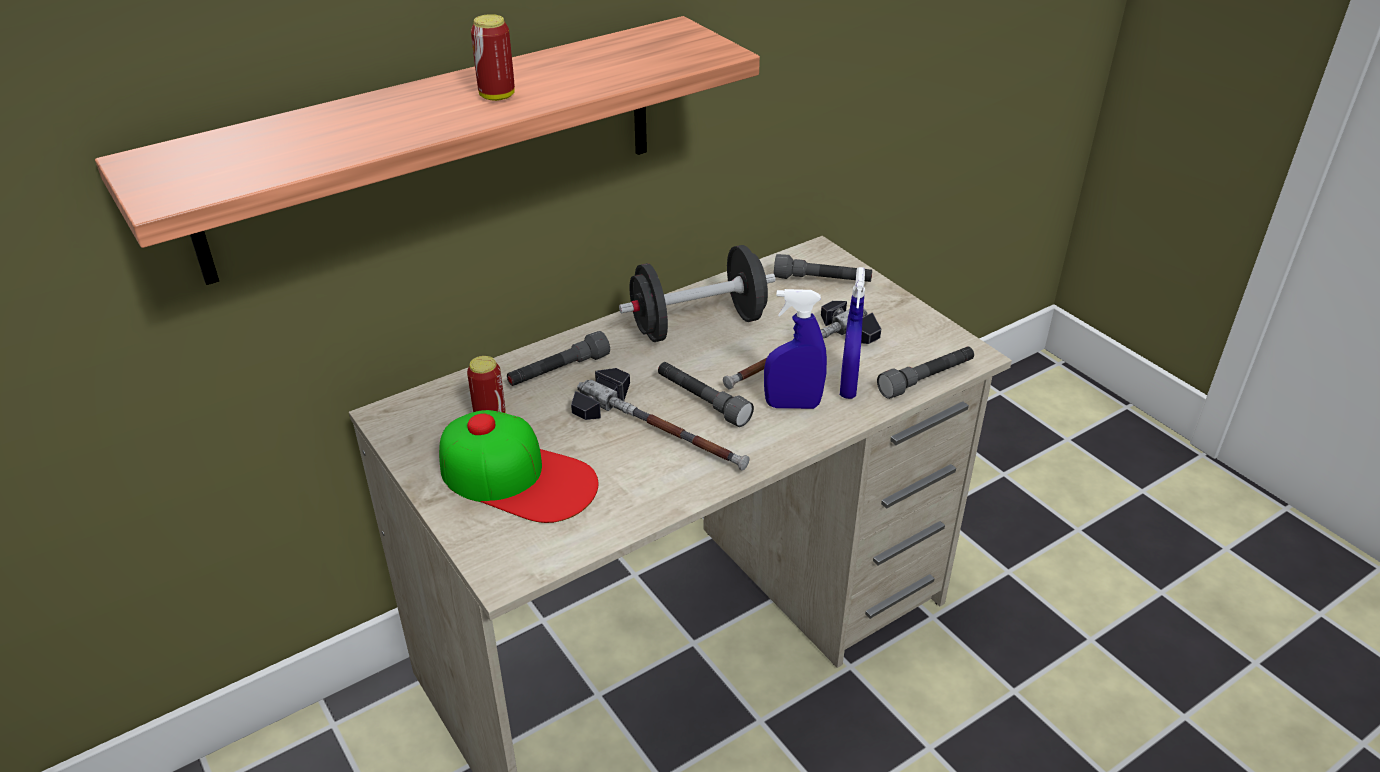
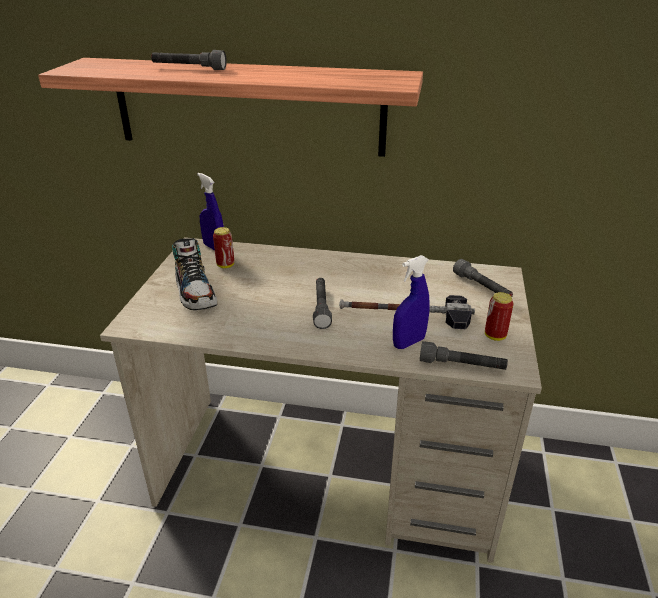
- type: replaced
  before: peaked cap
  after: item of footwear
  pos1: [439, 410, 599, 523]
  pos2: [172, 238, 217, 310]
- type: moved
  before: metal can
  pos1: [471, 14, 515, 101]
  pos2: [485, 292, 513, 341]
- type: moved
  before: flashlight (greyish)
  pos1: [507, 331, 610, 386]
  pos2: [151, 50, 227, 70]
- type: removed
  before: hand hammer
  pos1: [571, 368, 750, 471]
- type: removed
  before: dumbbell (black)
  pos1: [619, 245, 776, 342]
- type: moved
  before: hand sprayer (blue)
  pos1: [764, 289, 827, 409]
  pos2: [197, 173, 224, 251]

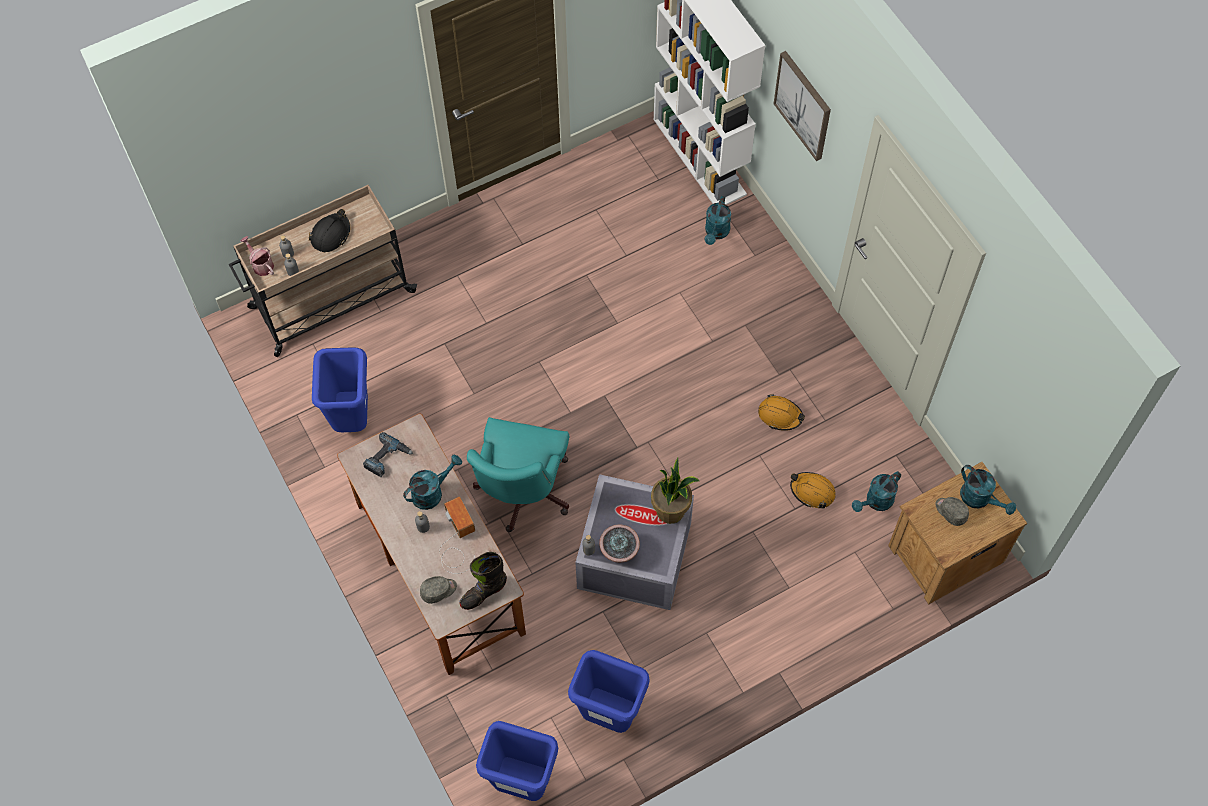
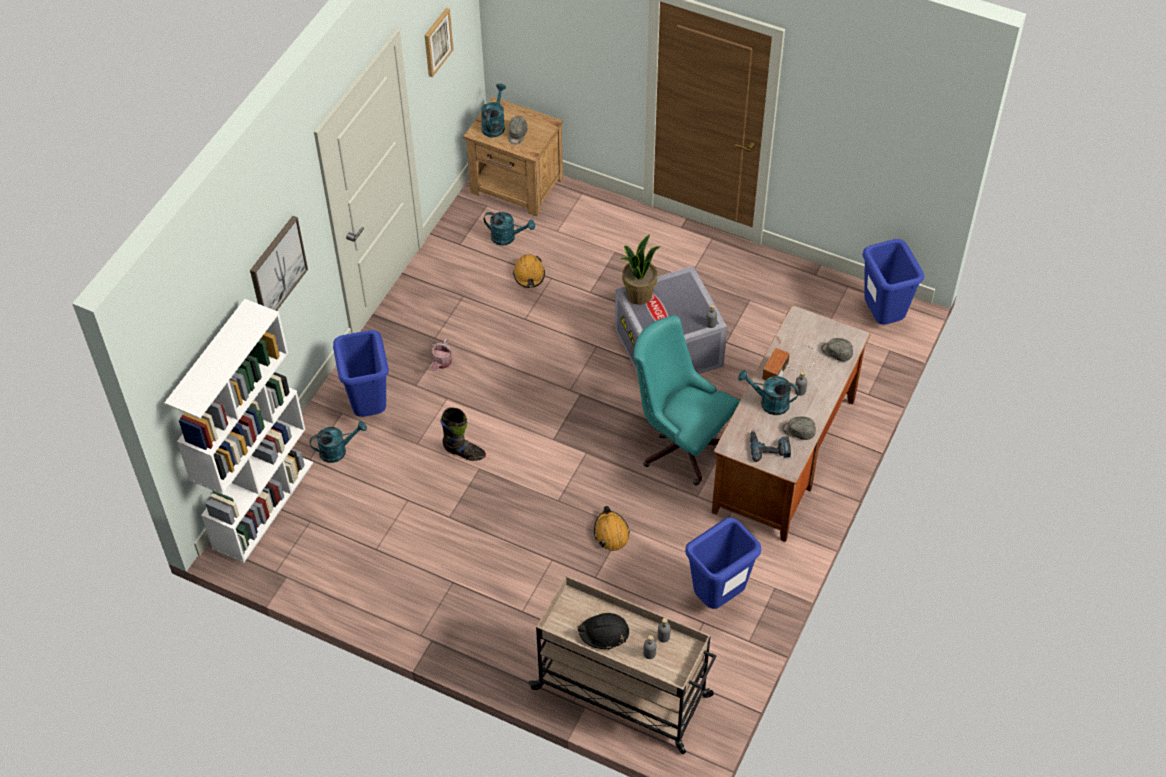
- type: moved
  before: watering can
  pos1: [240, 236, 274, 276]
  pos2: [431, 338, 452, 371]
- type: moved
  before: boot (black)
  pos1: [459, 552, 507, 610]
  pos2: [440, 407, 486, 461]
- type: turned
  before: office chair (turquoise)
  pos1: [467, 417, 569, 532]
  pos2: [633, 315, 740, 486]
  turn: -120
- type: moved
  before: rubbish bin (blue)
  pos1: [568, 650, 650, 733]
  pos2: [333, 330, 389, 417]
- type: removed
  before: plant in a pot
  pos1: [599, 525, 640, 563]
- type: moved
  before: hard hat (orange-coloured)
  pos1: [758, 394, 805, 431]
  pos2: [594, 506, 630, 551]
- type: added
  after: picture
  pos2: [425, 8, 454, 77]
- type: added
  after: peaked cap (greyish)
  pos2: [782, 416, 816, 440]

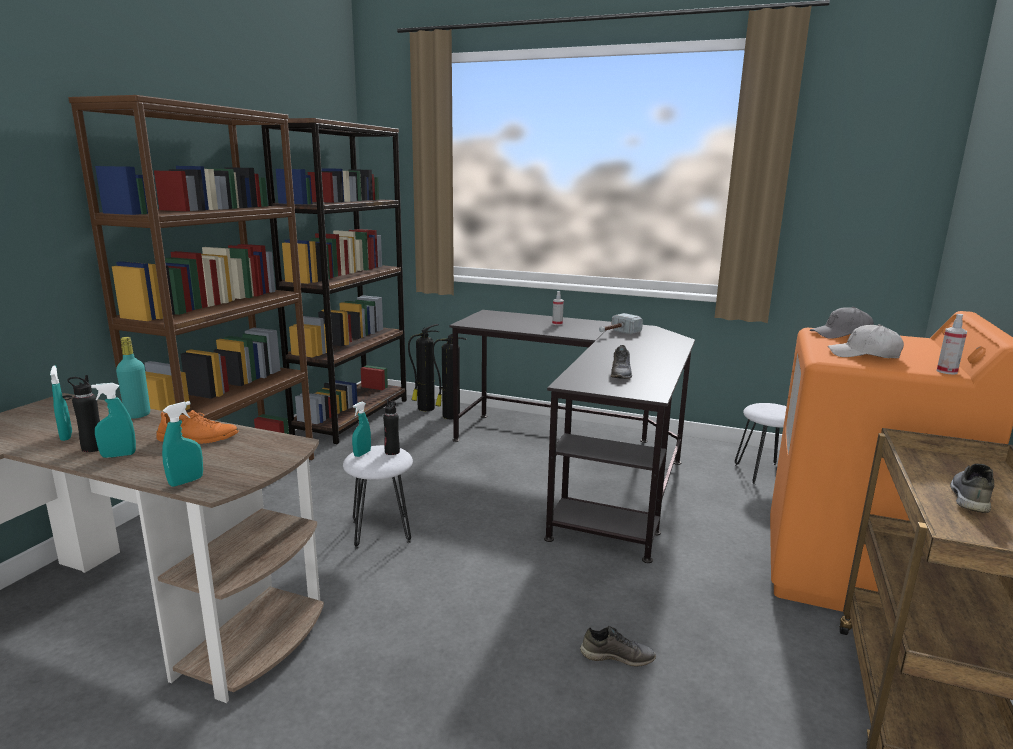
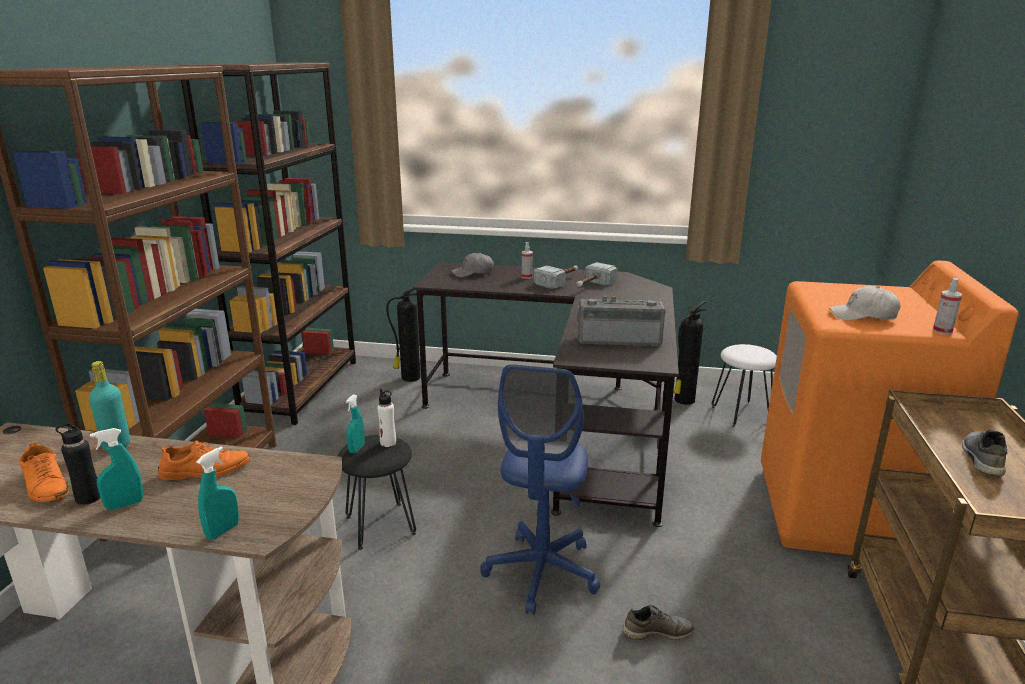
- type: replaced
  before: hand sprayer (turquoise)
  after: item of footwear (orange-coloured)
  pos1: [50, 365, 72, 441]
  pos2: [19, 442, 69, 502]
- type: recoloured
  before: sitting stool (white)
  after: sitting stool (black)
  pos1: [343, 445, 413, 549]
  pos2: [338, 435, 416, 550]
- type: recoloured
  before: beverage bottle (black)
  after: beverage bottle (white)
  pos1: [383, 399, 400, 455]
  pos2: [377, 389, 396, 447]
- type: moved
  before: extinguisher
  pos1: [408, 324, 439, 411]
  pos2: [673, 301, 707, 405]
- type: replaced
  before: item of footwear (greyish)
  after: radio set
  pos1: [611, 345, 632, 379]
  pos2: [577, 296, 666, 346]
- type: moved
  before: peaked cap (greyish)
  pos1: [810, 307, 874, 339]
  pos2: [452, 252, 494, 277]
- type: added
  after: office chair (blue)
  pos2: [480, 364, 600, 615]
- type: added
  after: hand hammer
  pos2: [534, 265, 578, 289]

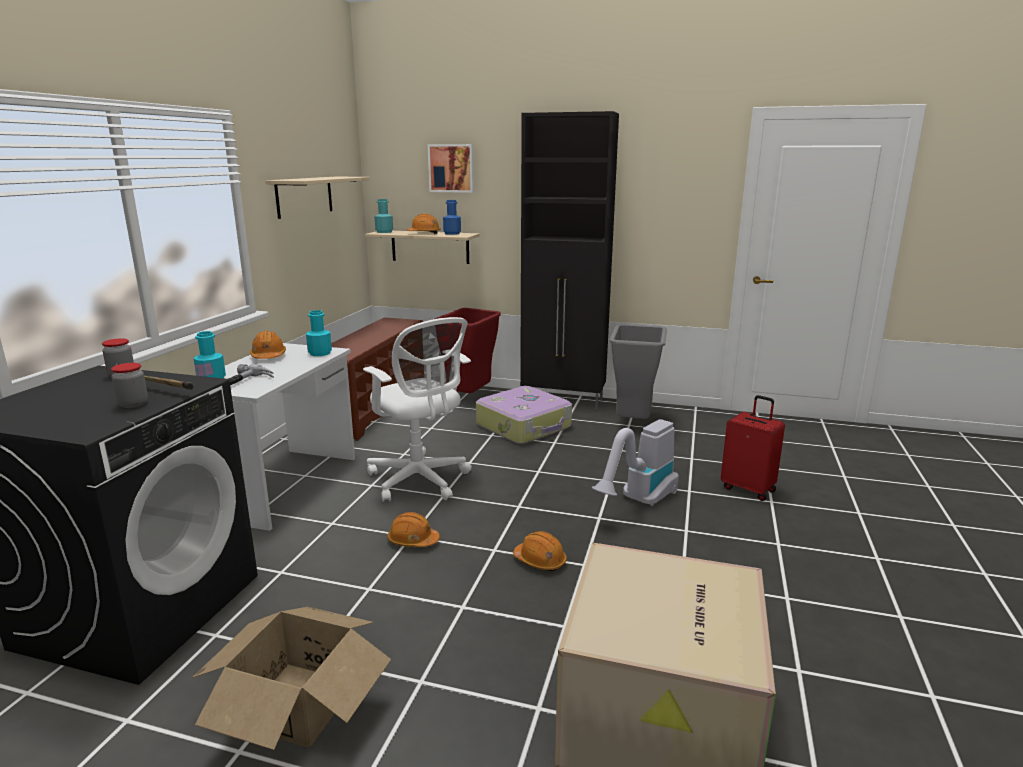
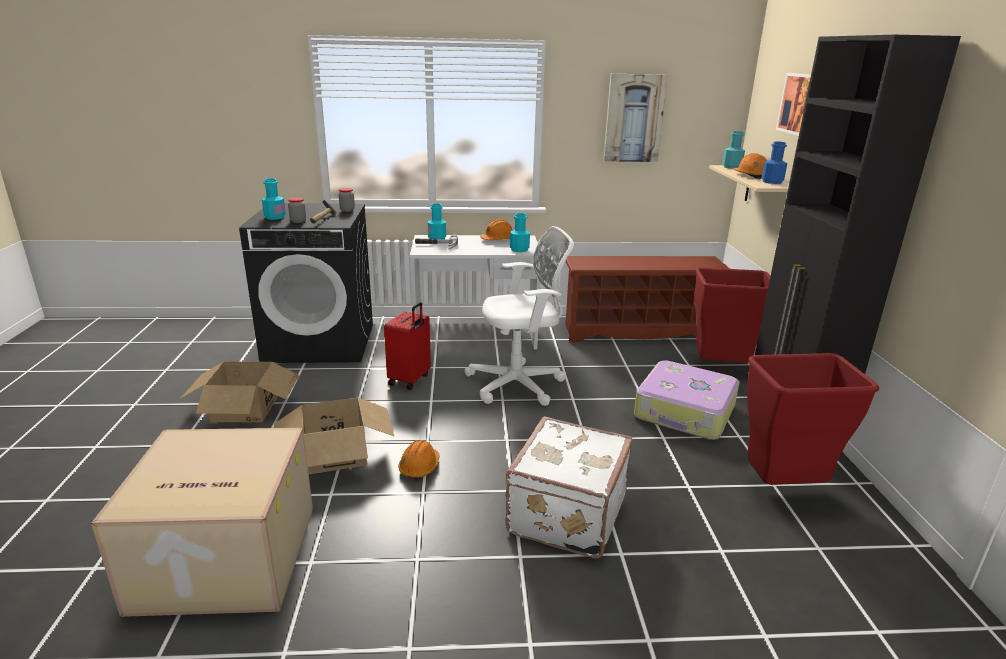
- type: replaced
  before: wall shelf (beige-coloured)
  after: picture
  pos1: [265, 177, 370, 219]
  pos2: [603, 74, 668, 162]
- type: turned
  before: office chair (white)
  pos1: [363, 317, 472, 502]
  pos2: [464, 226, 574, 406]
  turn: -135
- type: removed
  before: hard hat (orange-coloured)
  pos1: [387, 512, 440, 547]
- type: replaced
  before: hoover
  after: suitcase (white)
  pos1: [592, 419, 679, 506]
  pos2: [506, 416, 633, 559]
- type: recoloured
  before: rubbish bin (greyish)
  after: rubbish bin (red)
  pos1: [609, 324, 667, 419]
  pos2: [747, 353, 879, 485]
- type: moved
  before: suitcase (red)
  pos1: [721, 395, 785, 501]
  pos2: [384, 302, 431, 390]
- type: added
  after: beverage bottle (turquoise)
  pos2: [262, 178, 286, 220]
- type: added
  after: cardboard box
  pos2: [274, 398, 394, 475]

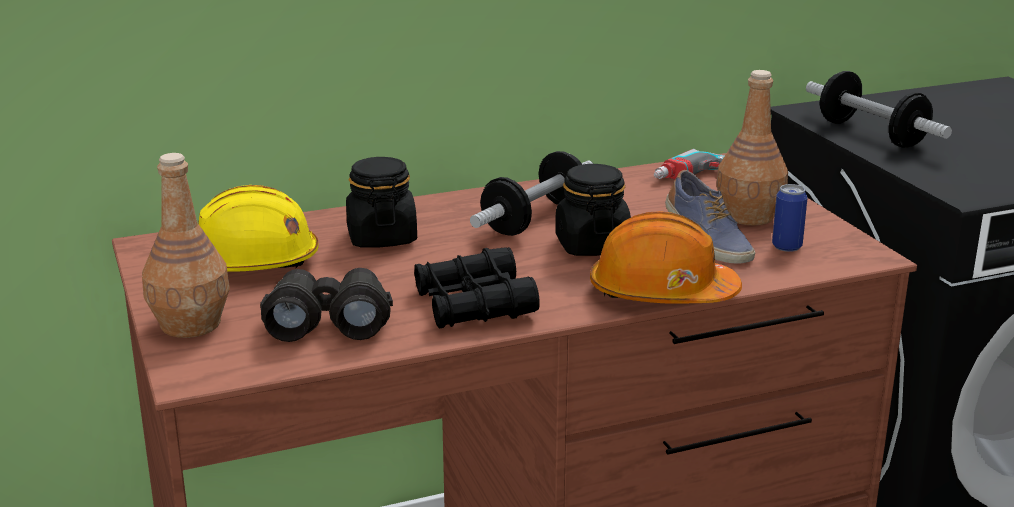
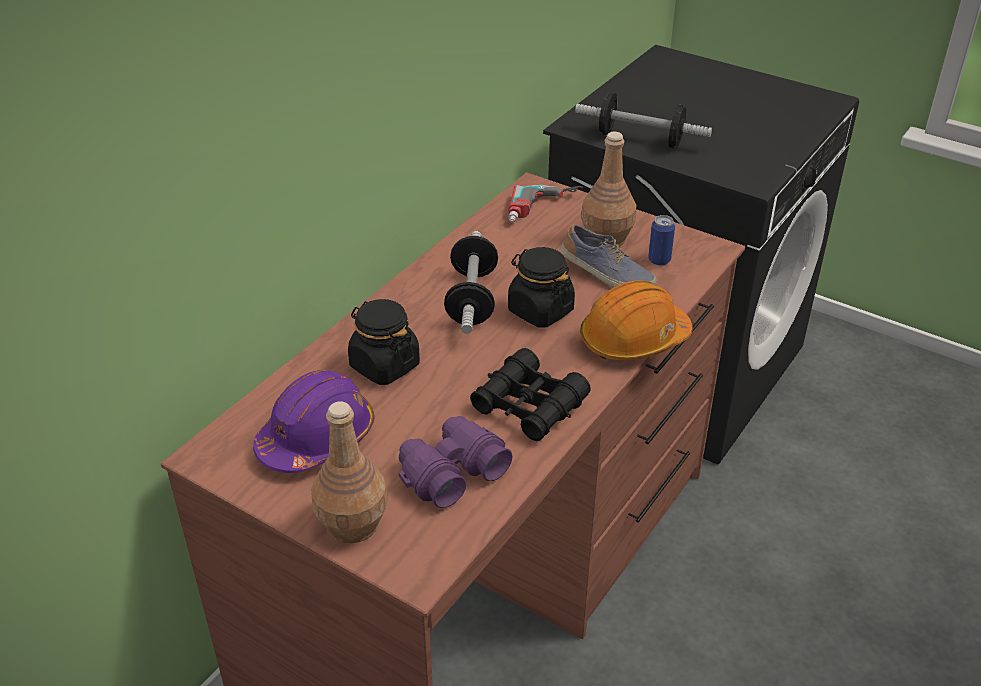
- type: recoloured
  before: hard hat (yellow-coloured)
  after: hard hat (purple)
  pos1: [198, 185, 319, 272]
  pos2: [253, 370, 375, 473]
- type: recoloured
  before: binoculars (black)
  after: binoculars (purple)
  pos1: [260, 268, 393, 342]
  pos2: [399, 416, 513, 508]

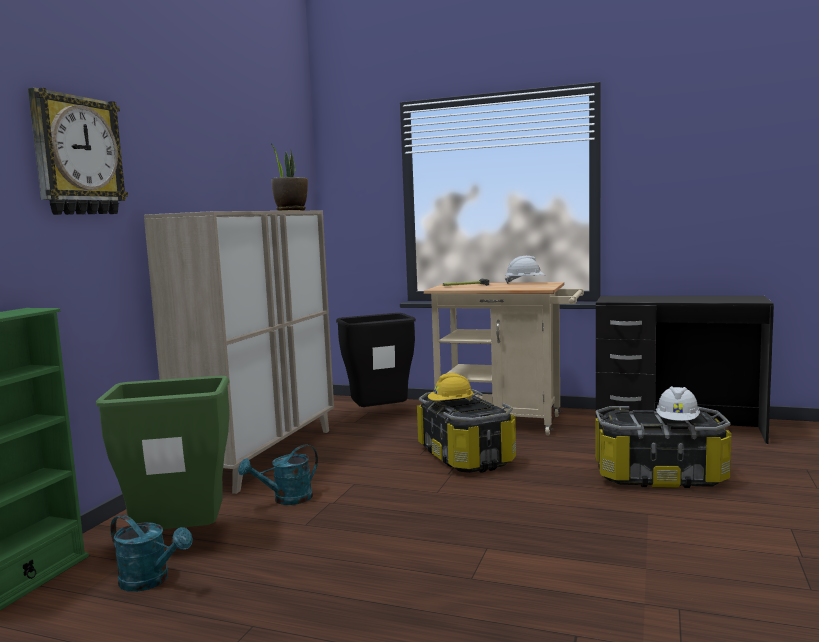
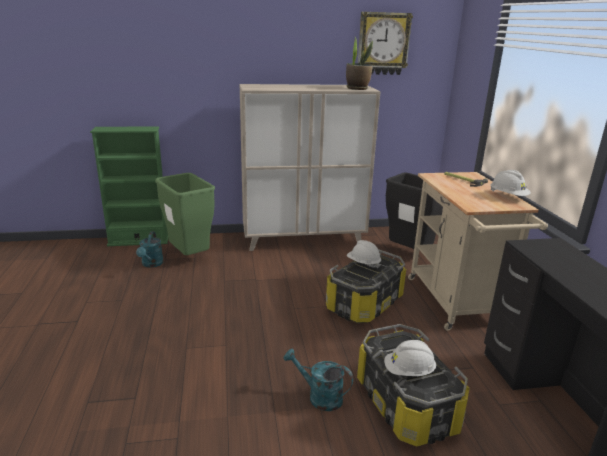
- type: moved
  before: clock on the wall
  pos1: [28, 88, 128, 215]
  pos2: [358, 12, 413, 75]
- type: moved
  before: watering can (turquoise)
  pos1: [238, 445, 318, 505]
  pos2: [283, 349, 353, 411]
- type: recoloured
  before: hard hat (yellow-coloured)
  after: hard hat (white)
  pos1: [428, 373, 474, 402]
  pos2: [347, 240, 381, 269]

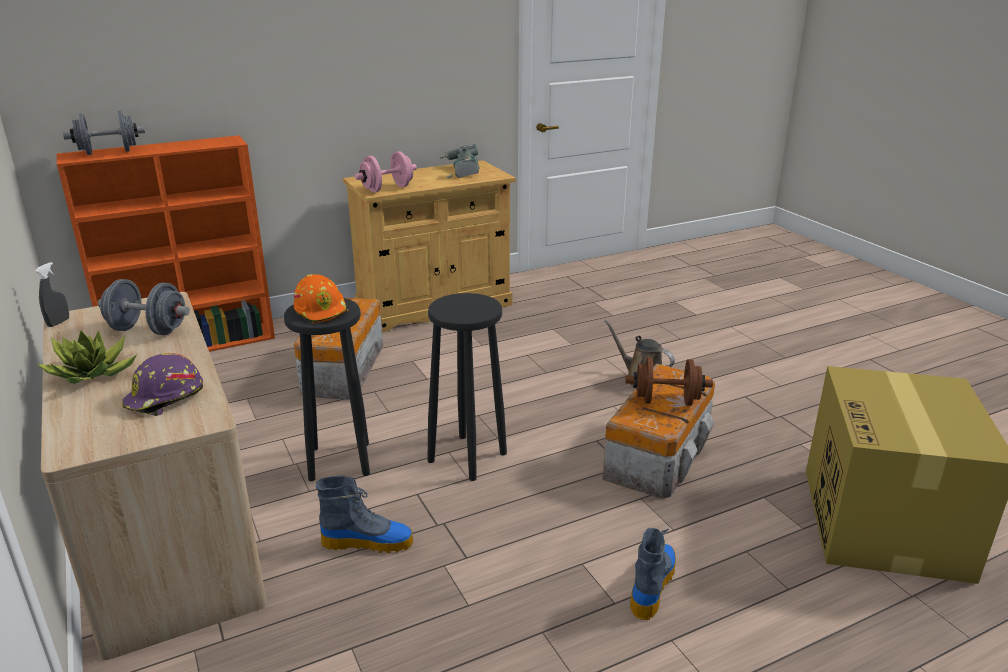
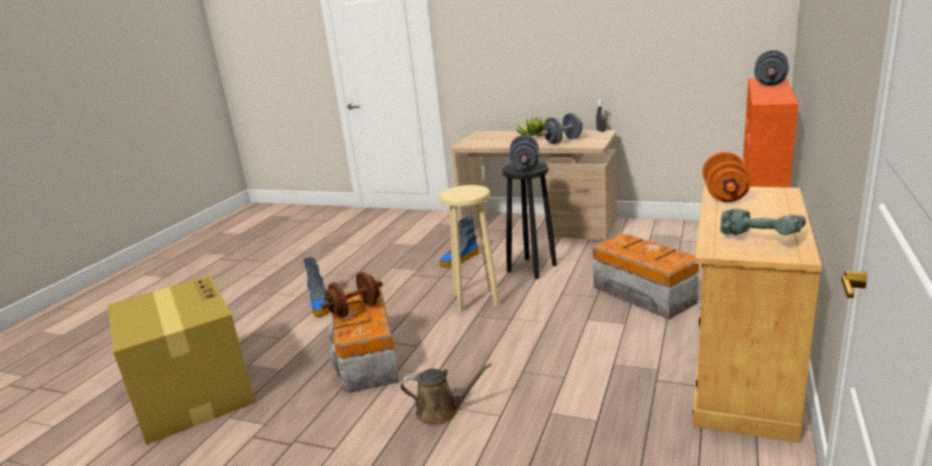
- type: removed
  before: hard hat (purple)
  pos1: [122, 353, 203, 416]
- type: replaced
  before: hard hat (orange-coloured)
  after: dumbbell (greyish)
  pos1: [294, 274, 349, 324]
  pos2: [509, 135, 539, 171]
- type: recoloured
  before: dumbbell (pinkish)
  after: dumbbell (orange-coloured)
  pos1: [355, 151, 417, 193]
  pos2: [702, 152, 751, 202]
- type: recoloured
  before: sitting stool (black)
  after: sitting stool (beige-coloured)
  pos1: [428, 293, 507, 481]
  pos2: [440, 185, 499, 312]

